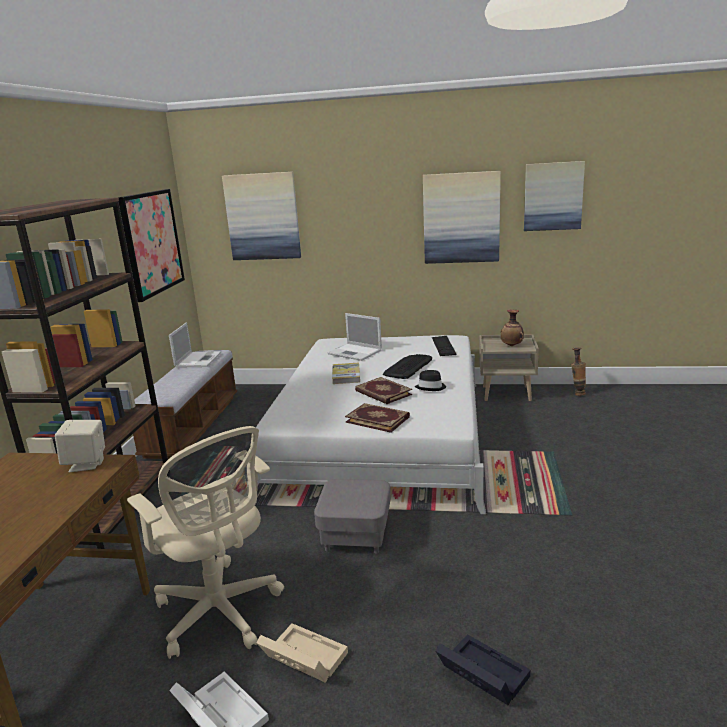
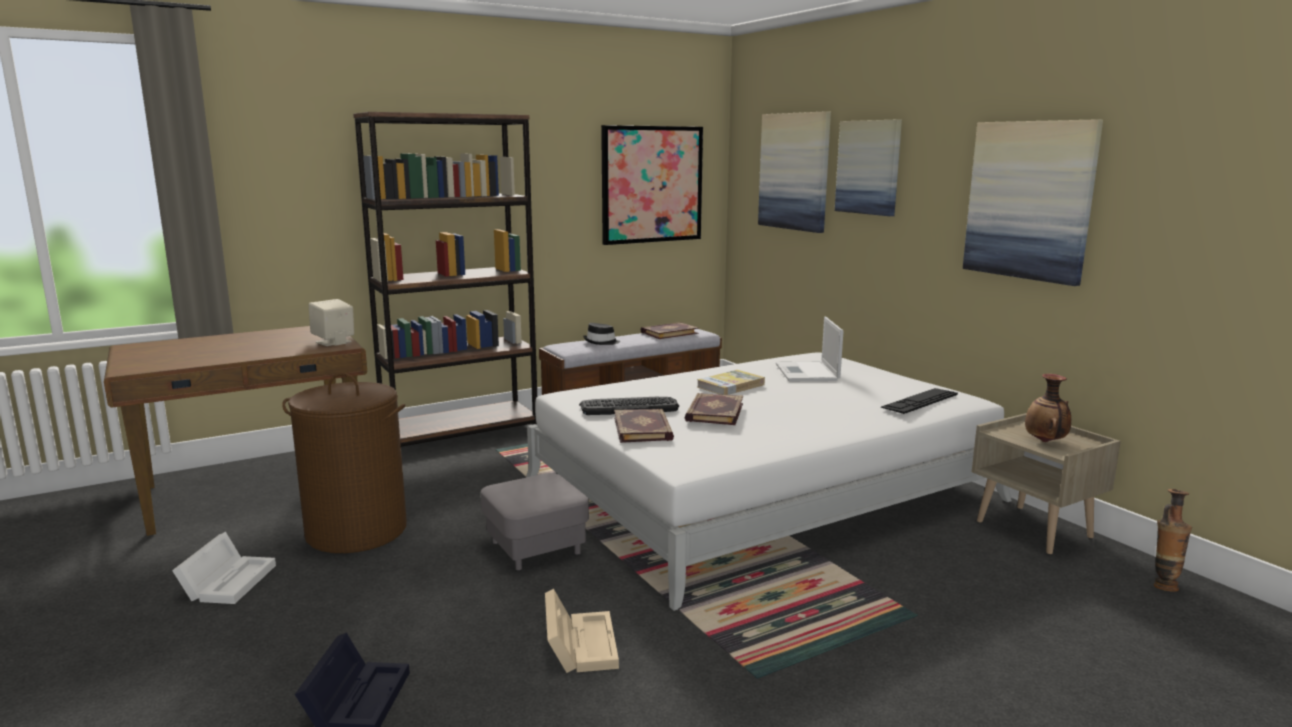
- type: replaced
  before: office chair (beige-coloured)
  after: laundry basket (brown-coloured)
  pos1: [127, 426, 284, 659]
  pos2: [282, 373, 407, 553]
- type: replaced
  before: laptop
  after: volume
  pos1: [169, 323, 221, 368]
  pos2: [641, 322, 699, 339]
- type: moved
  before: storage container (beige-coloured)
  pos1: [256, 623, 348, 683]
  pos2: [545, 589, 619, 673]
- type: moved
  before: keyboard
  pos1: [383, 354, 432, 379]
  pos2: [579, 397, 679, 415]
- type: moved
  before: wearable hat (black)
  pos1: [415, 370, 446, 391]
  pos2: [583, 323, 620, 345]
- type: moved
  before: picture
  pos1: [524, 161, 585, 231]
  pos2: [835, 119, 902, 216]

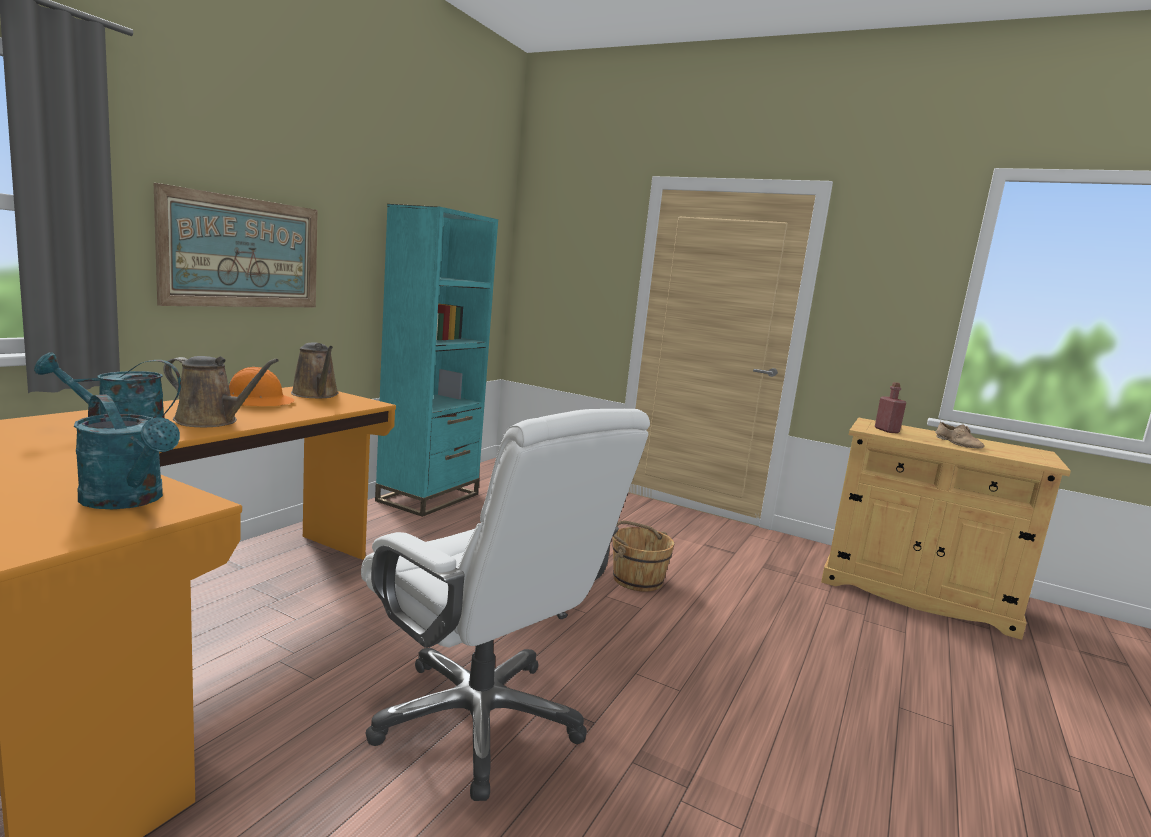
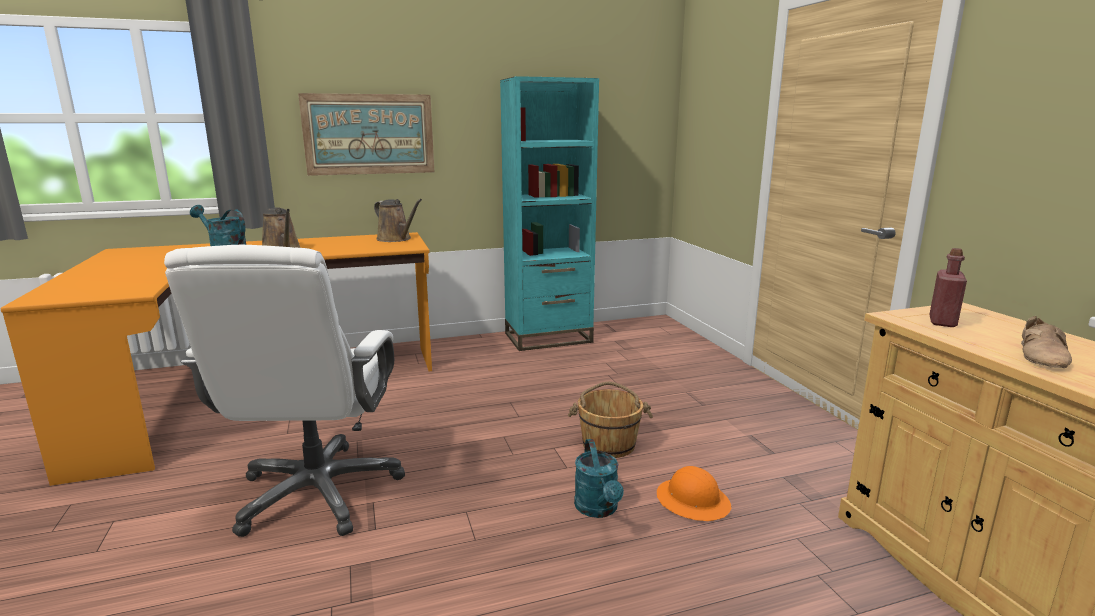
- type: moved
  before: watering can (turquoise)
  pos1: [74, 394, 180, 509]
  pos2: [574, 439, 624, 518]
- type: moved
  before: hard hat (orange-coloured)
  pos1: [229, 367, 295, 406]
  pos2: [657, 466, 731, 521]
- type: turned
  before: watering can (brown-coloured)
  pos1: [291, 342, 338, 398]
  pos2: [374, 199, 422, 242]
  turn: -60

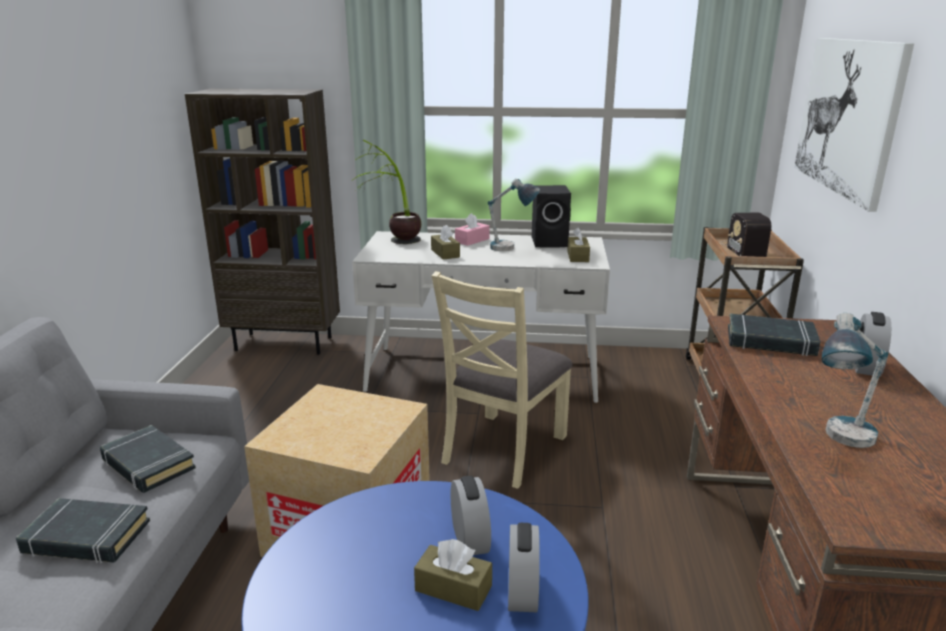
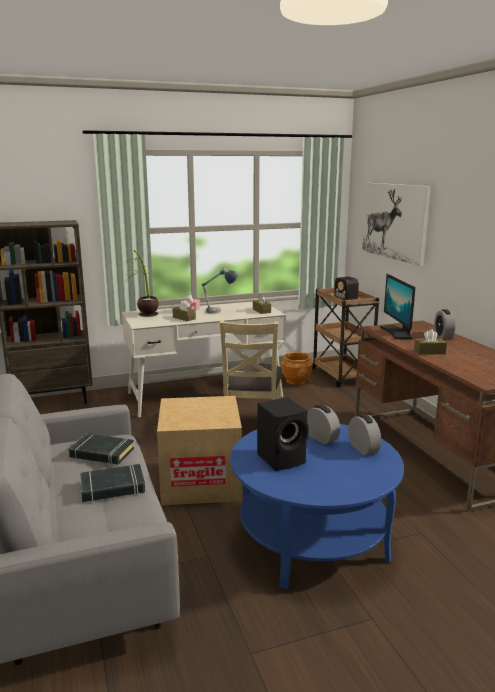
- type: moved
  before: tissue holder (brown-coloured)
  pos1: [414, 539, 492, 611]
  pos2: [414, 329, 447, 355]
- type: moved
  before: speaker (black)
  pos1: [532, 185, 571, 248]
  pos2: [257, 397, 309, 471]
- type: replaced
  before: volume (black)
  after: monitor
  pos1: [728, 314, 821, 356]
  pos2: [380, 274, 415, 339]
- type: removed
  before: lamp for a table
  pos1: [822, 313, 888, 448]
- type: added
  after: planter (brown-coloured)
  pos2: [281, 352, 313, 385]

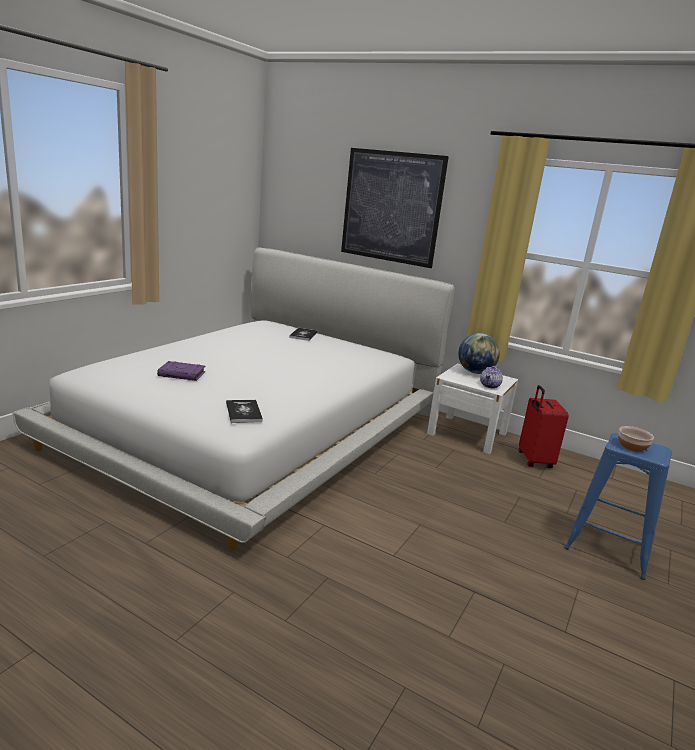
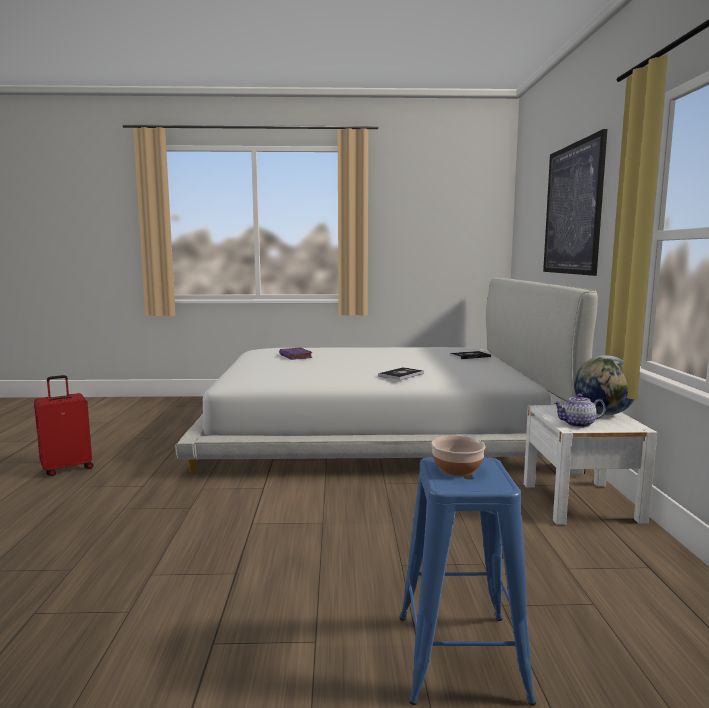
- type: moved
  before: volume
  pos1: [226, 400, 263, 423]
  pos2: [379, 367, 424, 380]
- type: moved
  before: suitcase (red)
  pos1: [519, 385, 569, 468]
  pos2: [34, 375, 93, 476]

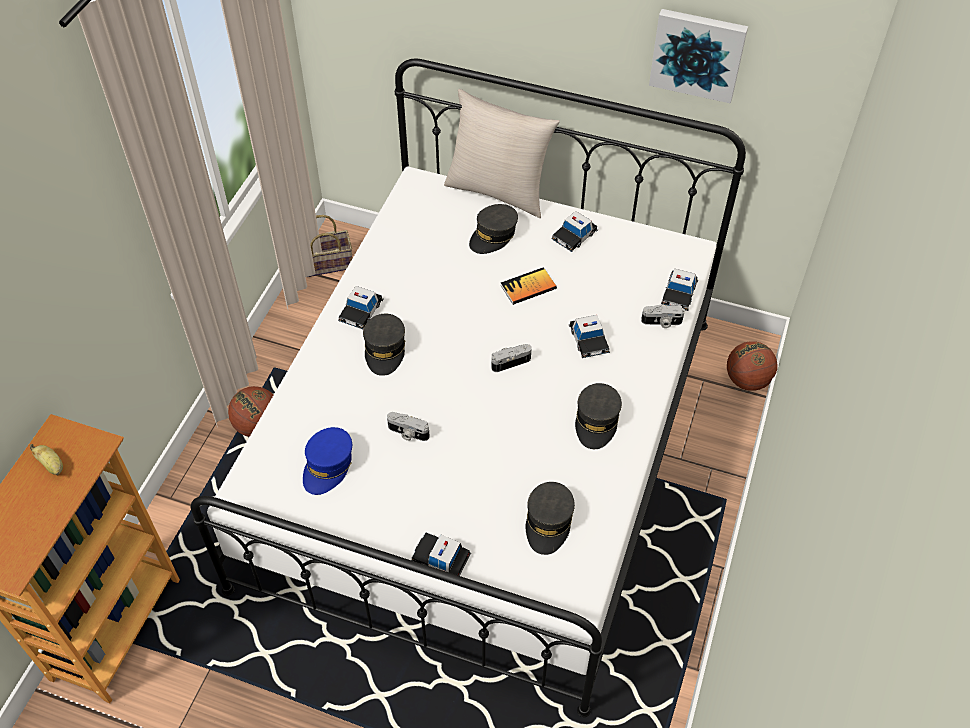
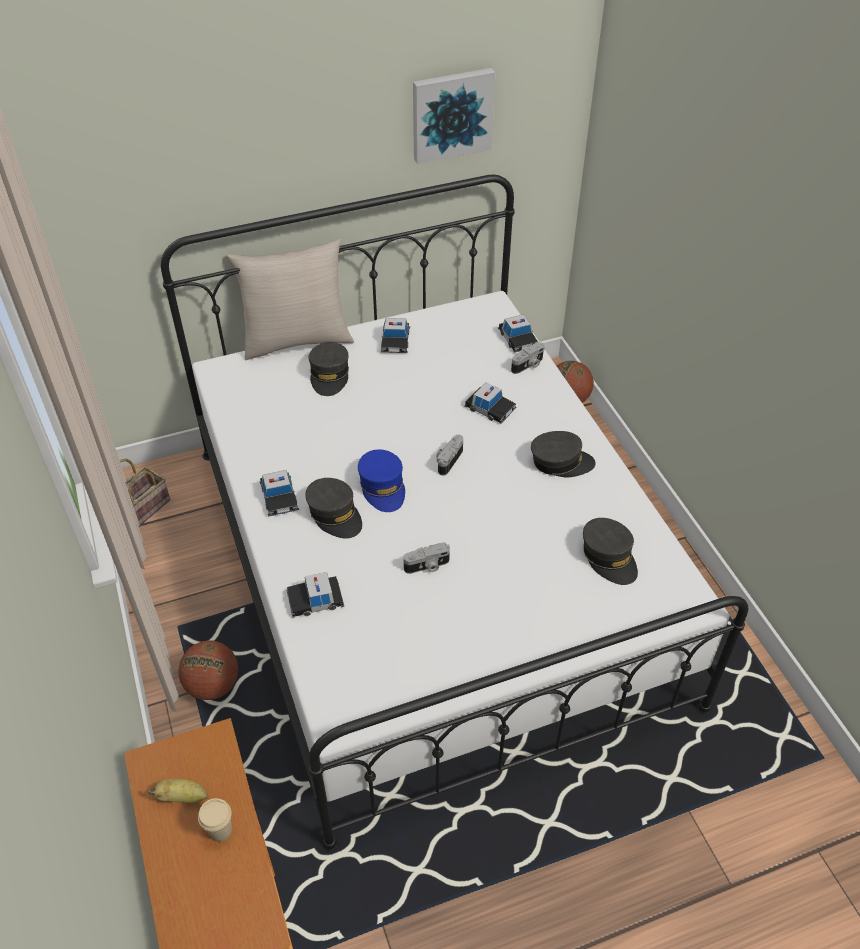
- type: moved
  before: peaked cap (blue)
  pos1: [303, 427, 352, 495]
  pos2: [358, 449, 405, 512]
- type: moved
  before: model car
  pos1: [411, 532, 471, 576]
  pos2: [287, 572, 345, 618]
- type: removed
  before: volume
  pos1: [501, 267, 557, 305]
- type: turned
  before: peaked cap (greyish)
  pos1: [575, 383, 622, 449]
  pos2: [531, 431, 596, 477]
  turn: -60
- type: added
  after: drinking cup (beige-coloured)
  pos2: [198, 798, 232, 842]

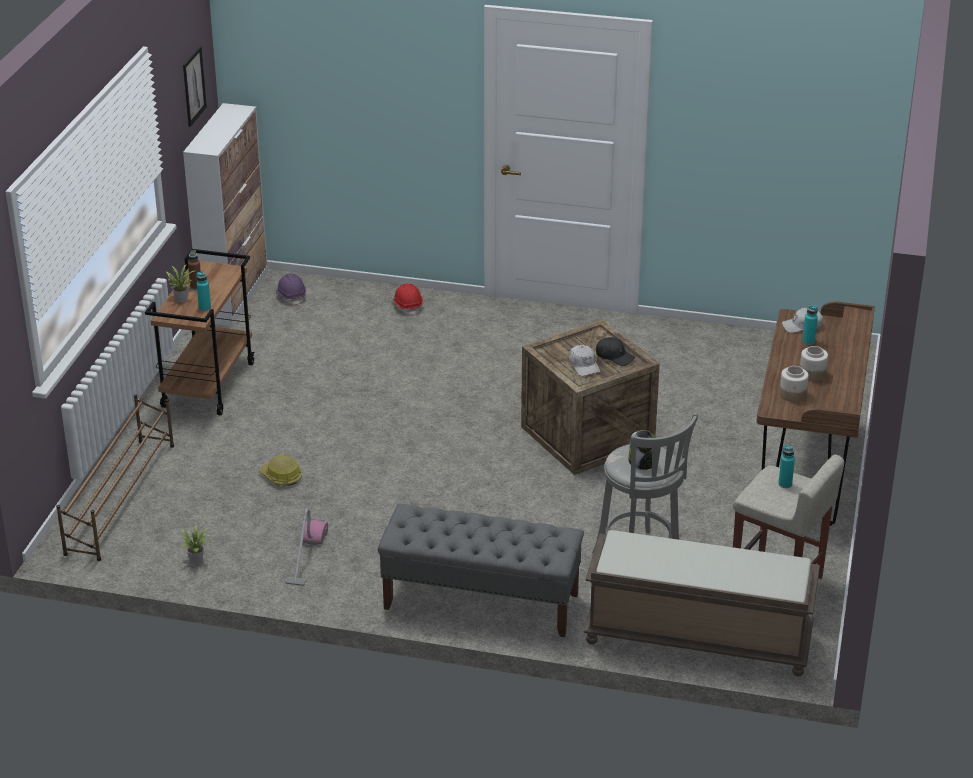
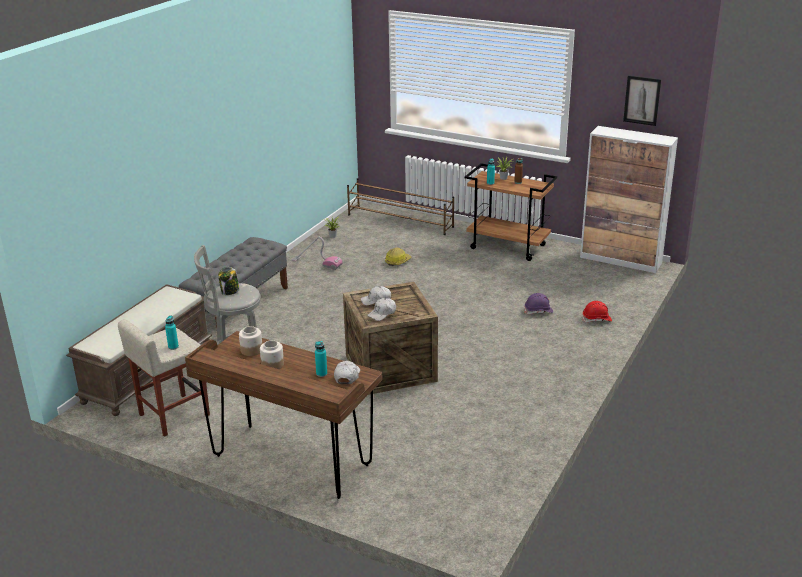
- type: moved
  before: hard hat (purple)
  pos1: [276, 274, 306, 305]
  pos2: [524, 293, 553, 314]
- type: recoloured
  before: peaked cap (black)
  after: peaked cap (white)
  pos1: [596, 337, 635, 366]
  pos2: [367, 298, 396, 321]

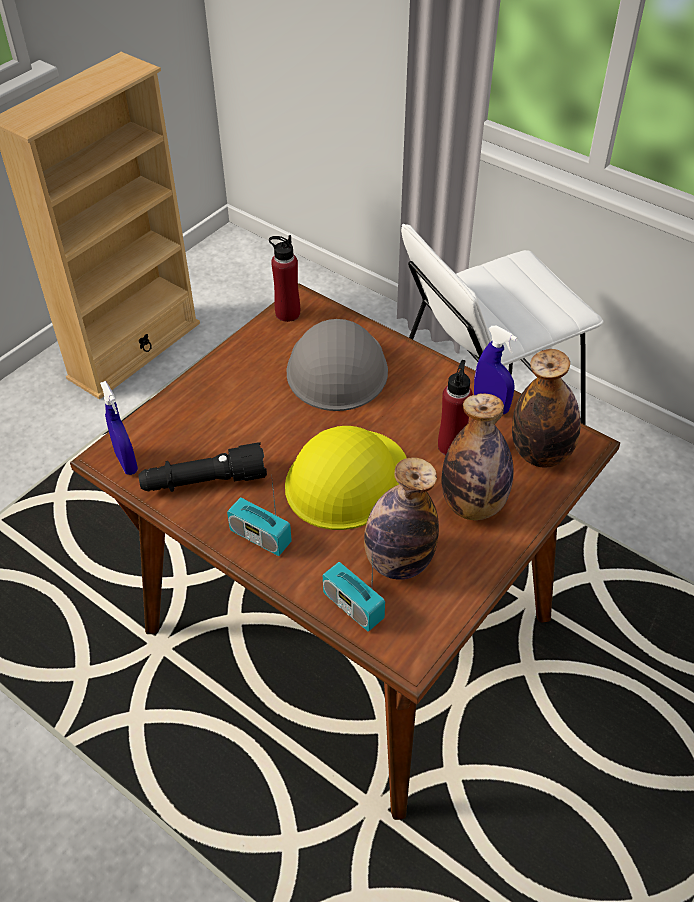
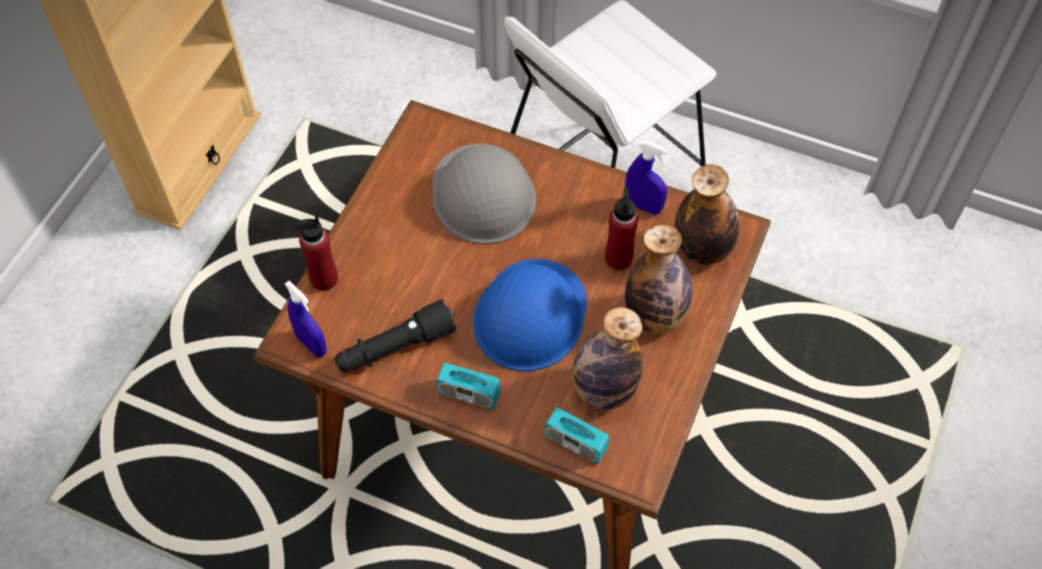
- type: moved
  before: beverage bottle (red)
  pos1: [269, 235, 300, 322]
  pos2: [294, 216, 338, 291]
- type: recoloured
  before: hard hat (yellow-coloured)
  after: hard hat (blue)
  pos1: [285, 426, 407, 530]
  pos2: [473, 259, 587, 371]

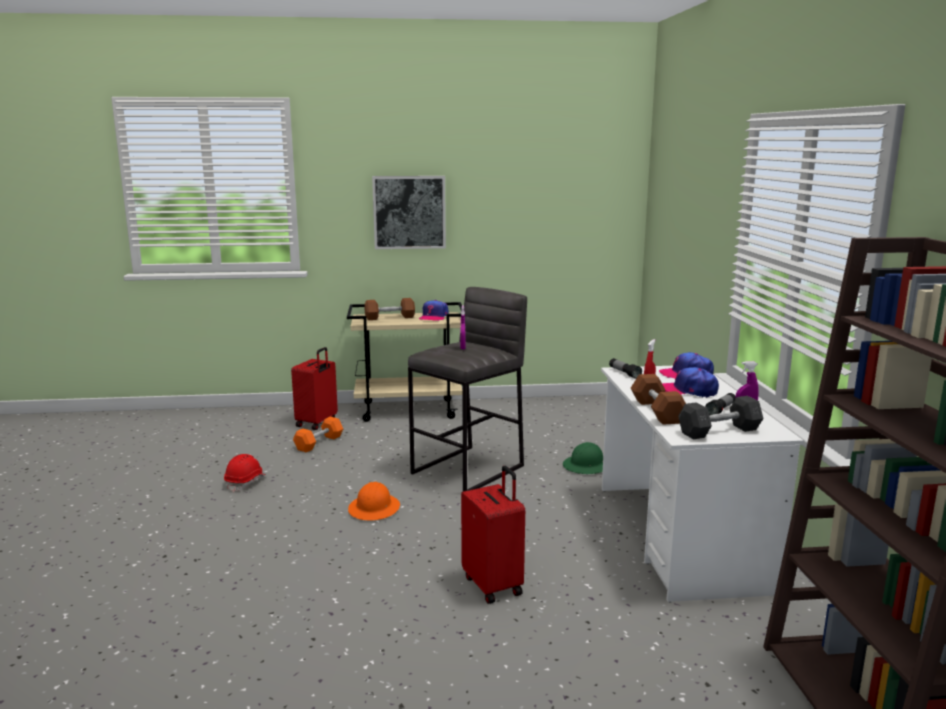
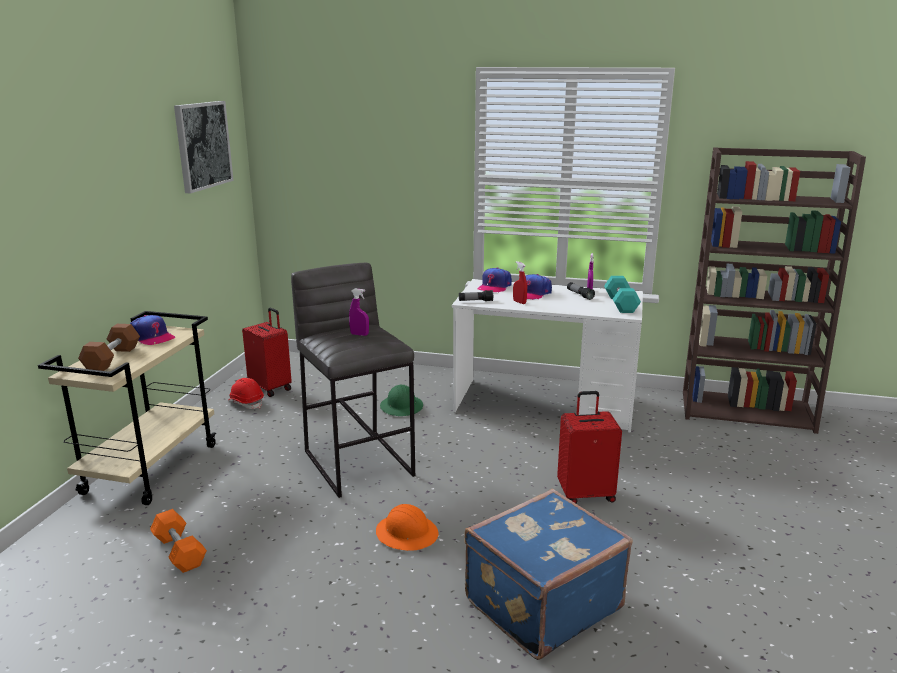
- type: moved
  before: hard hat (red)
  pos1: [224, 454, 265, 492]
  pos2: [229, 378, 264, 409]
- type: moved
  before: suitcase (red)
  pos1: [291, 347, 338, 430]
  pos2: [242, 308, 292, 397]
- type: moved
  before: picture
  pos1: [372, 176, 446, 249]
  pos2: [174, 101, 234, 193]
- type: removed
  before: dumbbell (brown-coloured)
  pos1: [631, 374, 686, 425]
- type: recoloured
  before: dumbbell (greyish)
  after: dumbbell (turquoise)
  pos1: [679, 396, 764, 439]
  pos2: [604, 276, 641, 313]
- type: added
  after: suitcase (blue)
  pos2: [464, 489, 633, 660]

